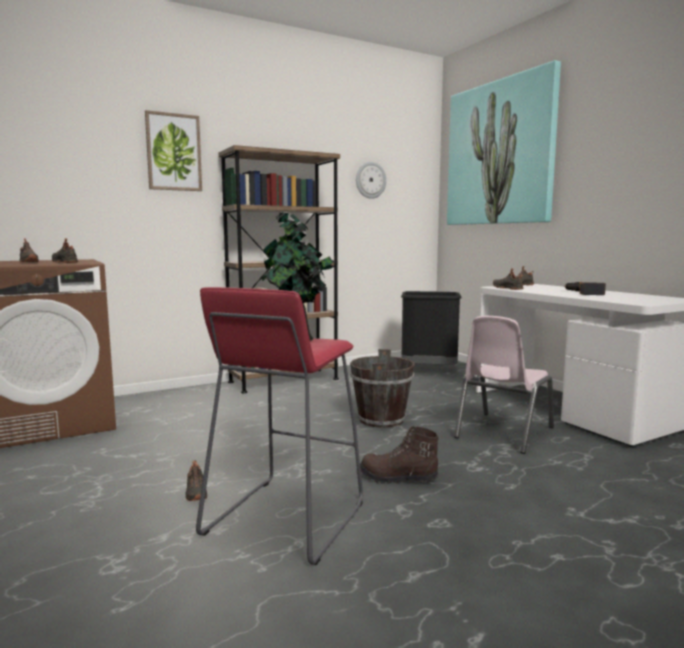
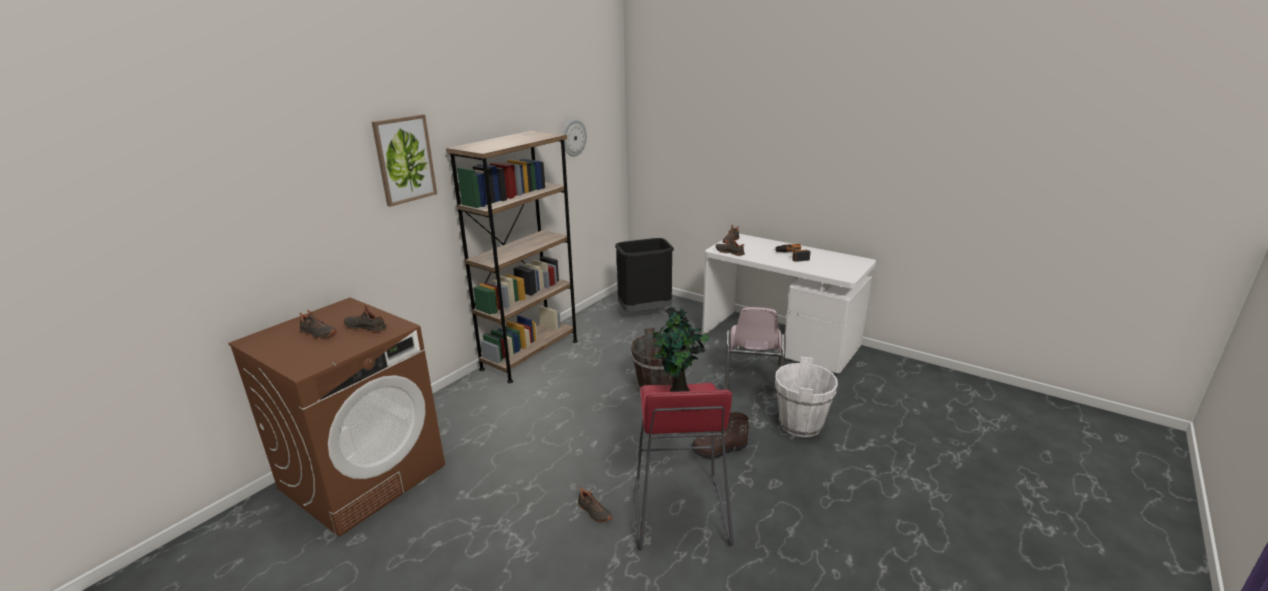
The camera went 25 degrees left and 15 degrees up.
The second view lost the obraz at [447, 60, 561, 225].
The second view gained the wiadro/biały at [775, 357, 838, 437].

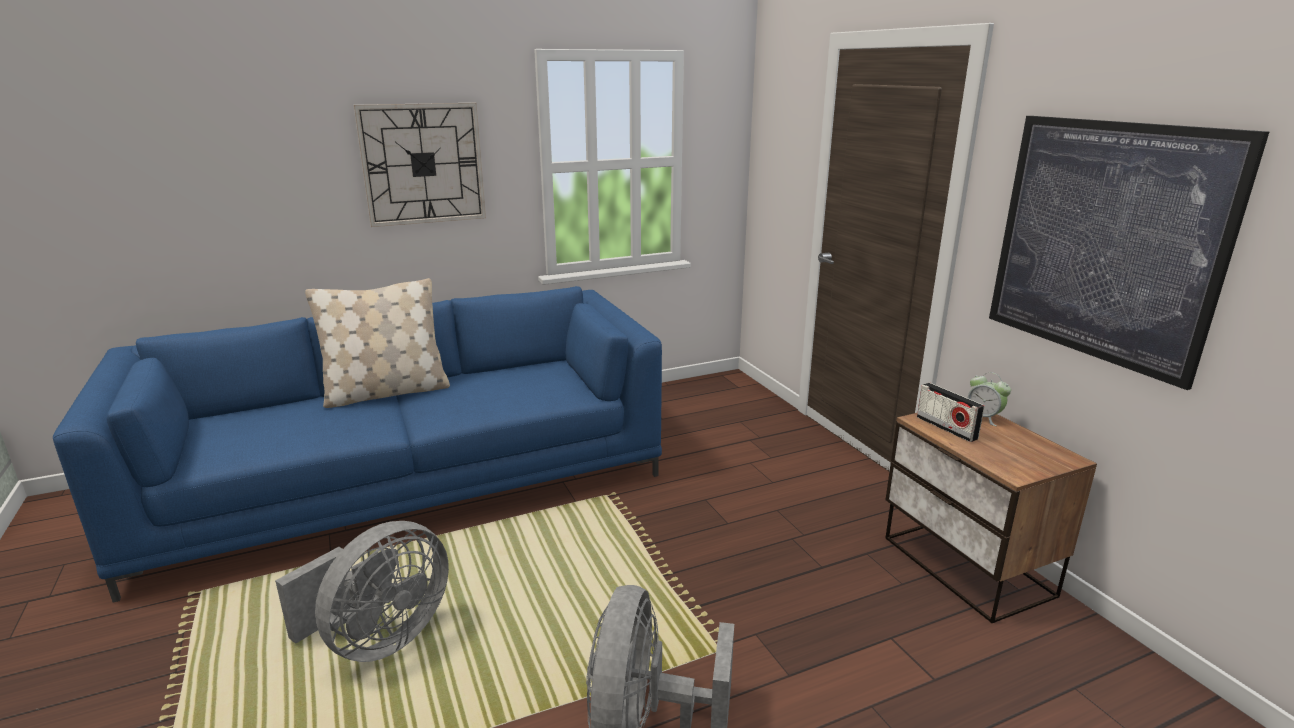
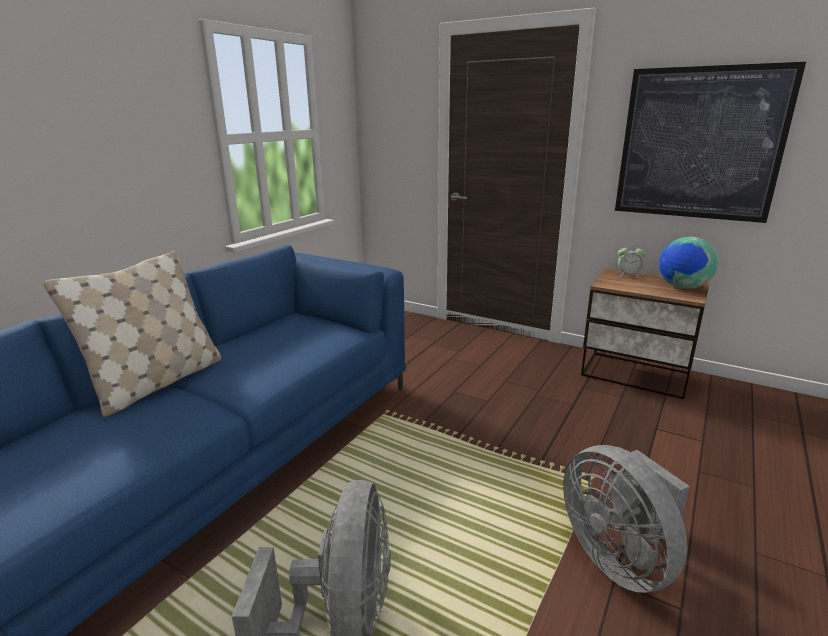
The camera went 35 degrees left and 0 degrees up.
The second view lost the zegar ścienny at [354, 103, 486, 227].
The second view lost the radio at [917, 383, 984, 442].
The second view gained the globus at [659, 237, 718, 289].

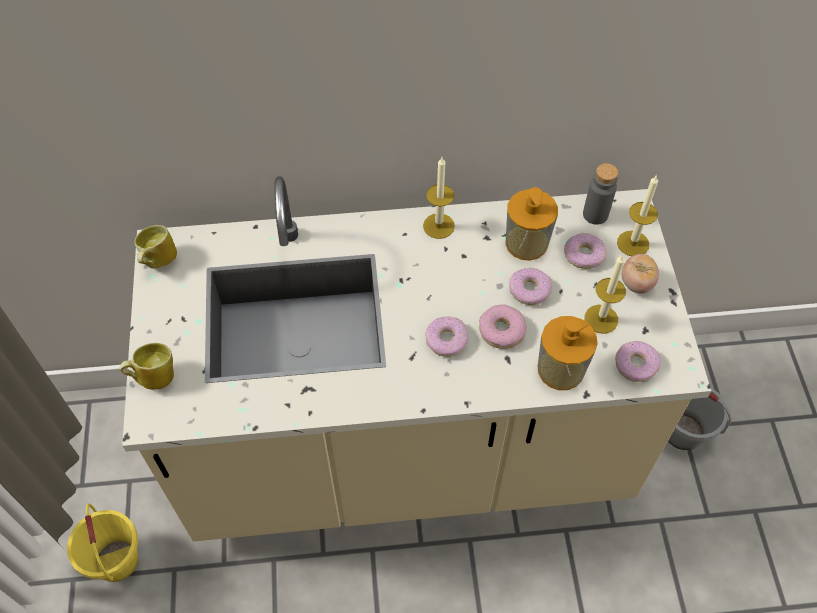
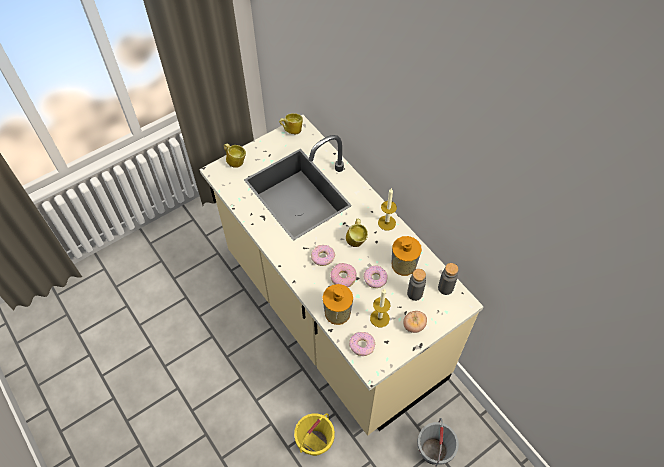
The camera went 60 degrees right and 0 degrees up.
The second view lost the świeca at [617, 175, 658, 256].
Where the donut stood at [564, 233, 607, 269], the butelka/szary came to stand at [407, 269, 426, 301].
The wiadro/żółty ended up elsewhere, having gone from [67, 503, 138, 582] to [294, 413, 335, 456].
The second view gained the kubek at [346, 218, 368, 247].

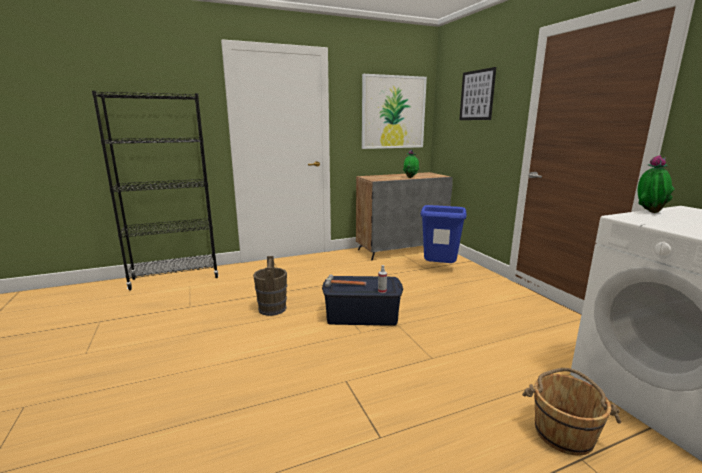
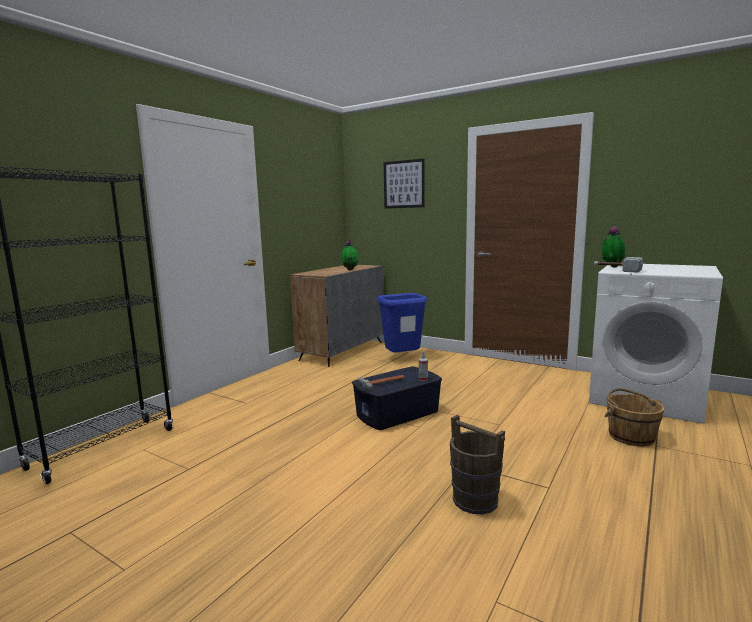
The camera went 35 degrees left and 5 degrees down.
The second view lost the obraz at [362, 74, 427, 149].
The wiadro/brązowy ended up elsewhere, having gone from [253, 256, 287, 316] to [450, 415, 505, 514].
The second view gained the młotek at [594, 257, 643, 273].

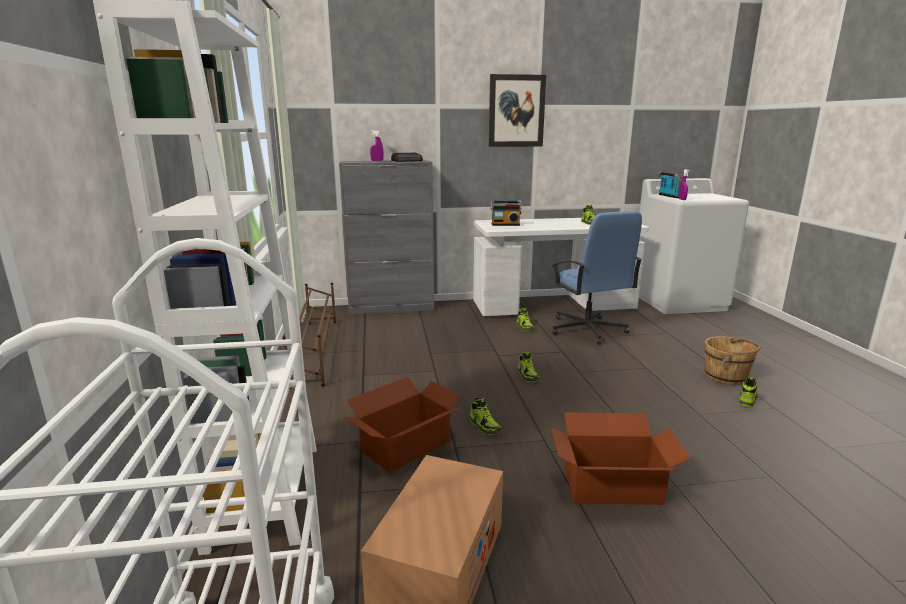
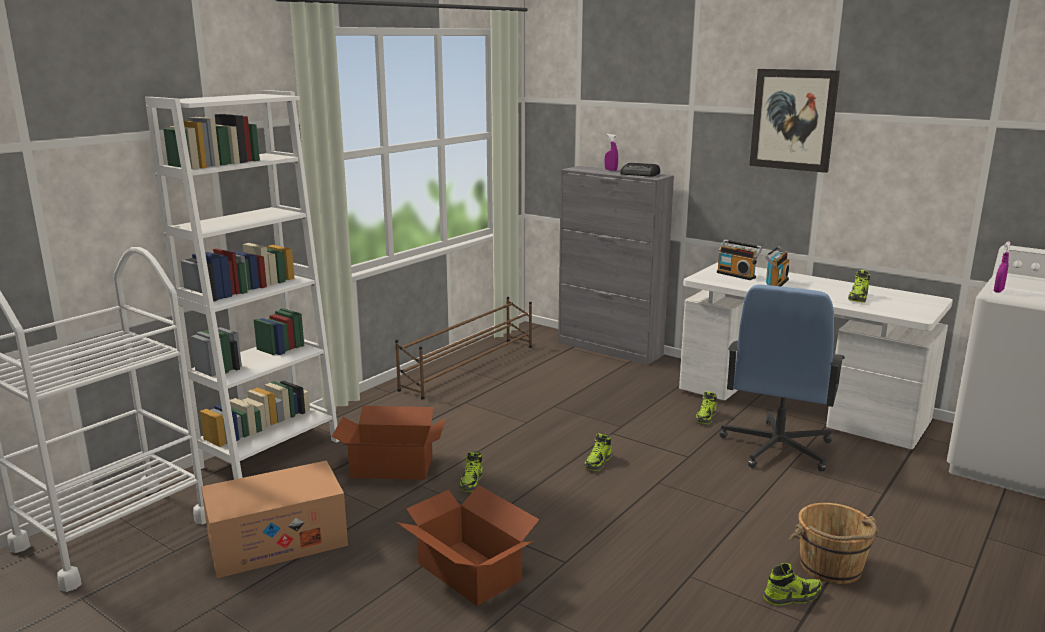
The camera went 45 degrees right and 0 degrees up.
The radio ended up elsewhere, having gone from [658, 172, 682, 198] to [764, 246, 789, 286].

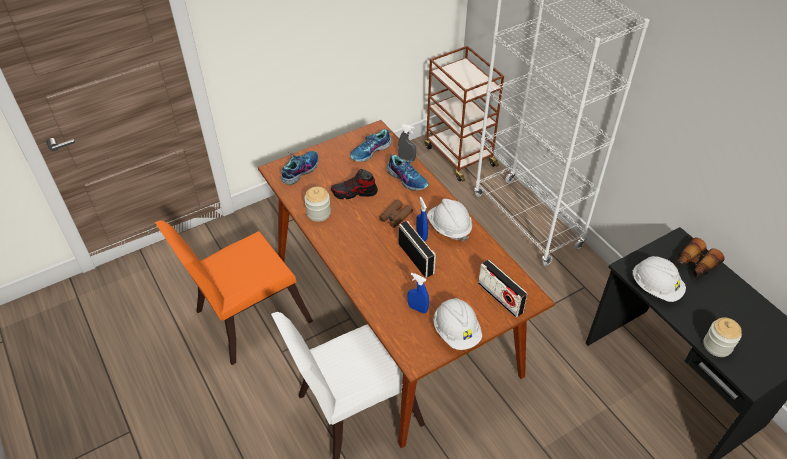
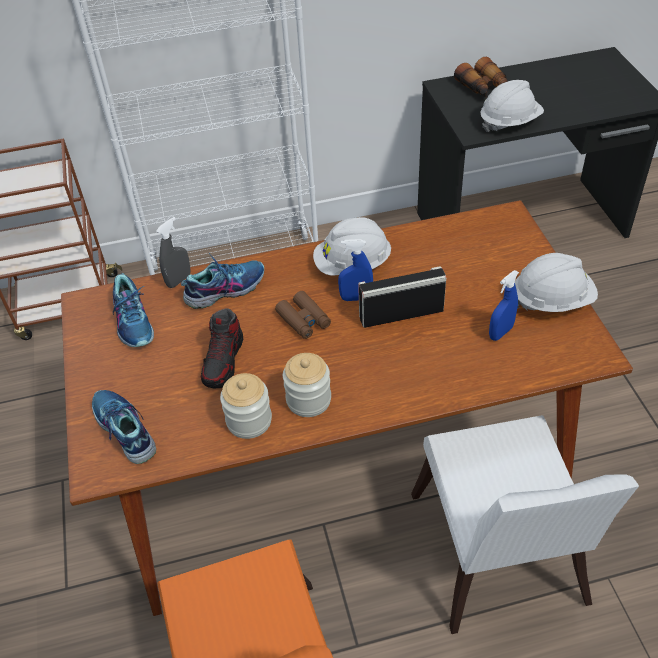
The camera went 70 degrees left and 0 degrees up.
The second view lost the radio at [478, 259, 528, 317].
The słoik ended up elsewhere, having gone from [703, 317, 742, 357] to [283, 353, 331, 417].

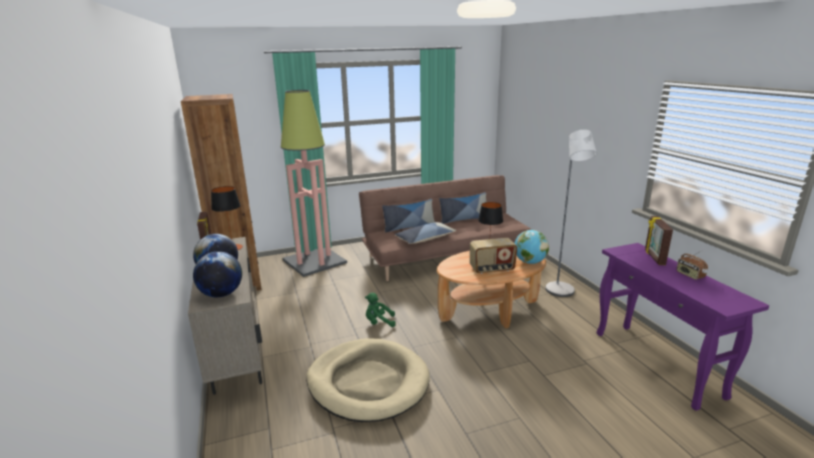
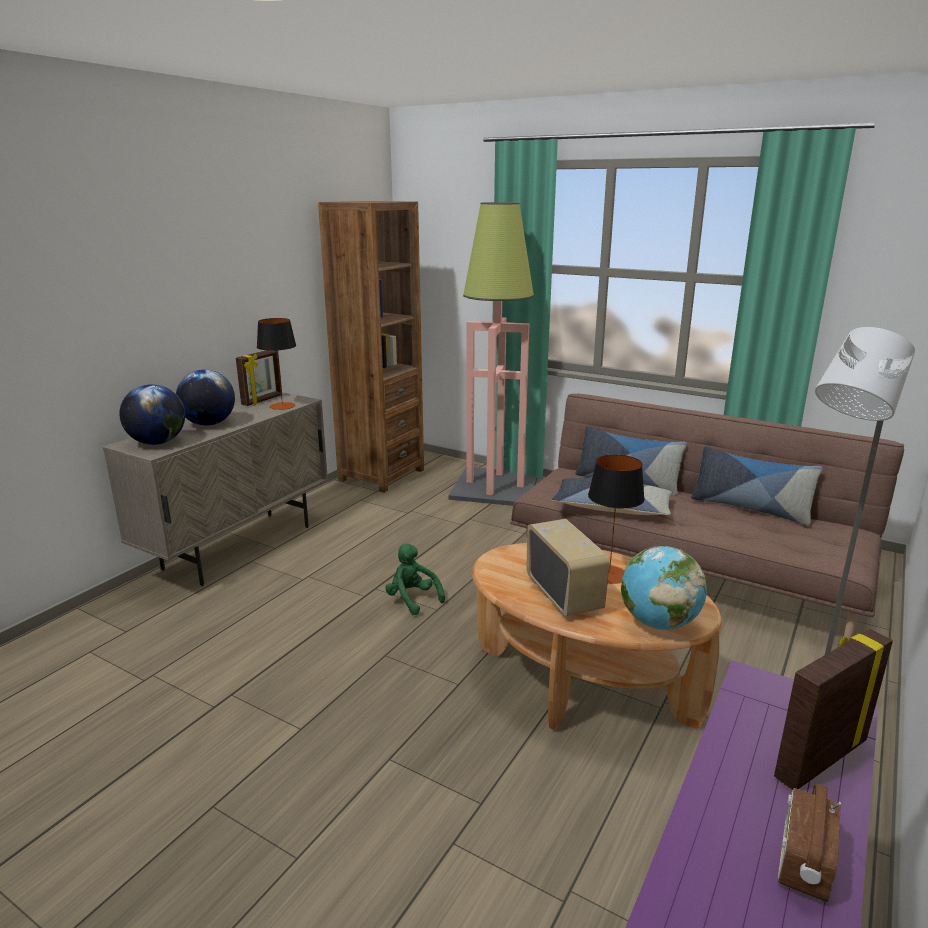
The camera went 50 degrees right and 0 degrees up.
The radio at [470, 238, 517, 274] ended up facing another way, 150 degrees counterclockwise from before.
The second view lost the legowisko/beżowy at [306, 338, 430, 422].

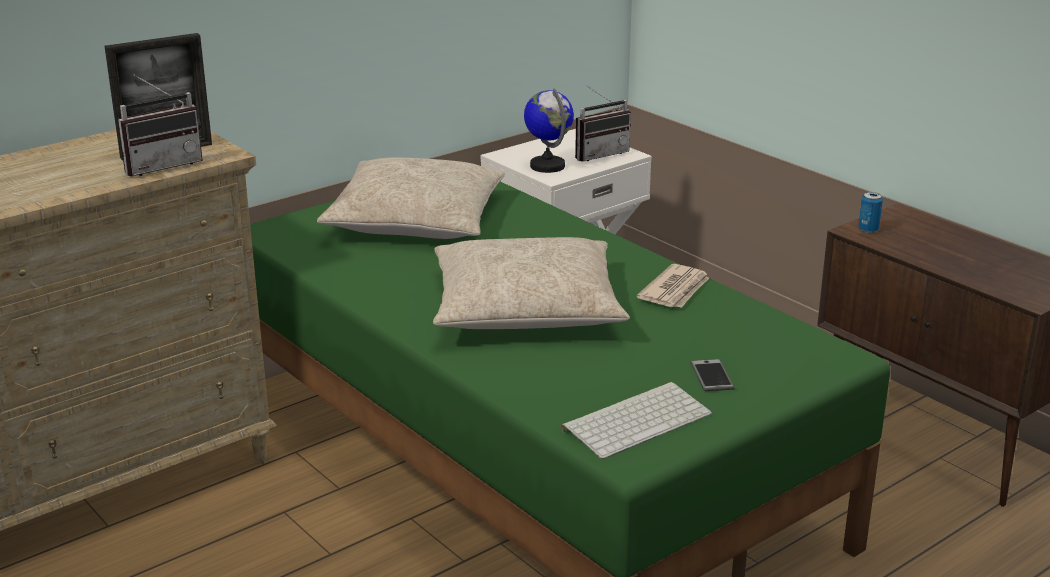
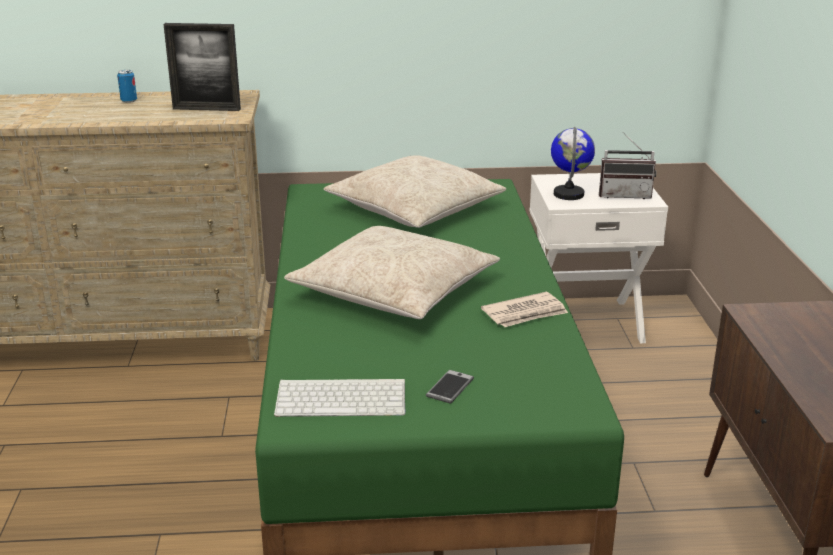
The camera went 35 degrees right and 0 degrees up.
The second view lost the radio at [118, 75, 203, 177].
The puszka ended up elsewhere, having gone from [858, 192, 883, 233] to [117, 70, 137, 103].

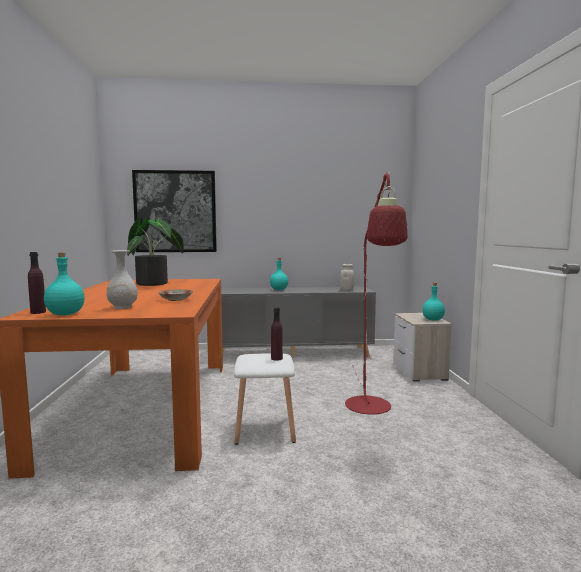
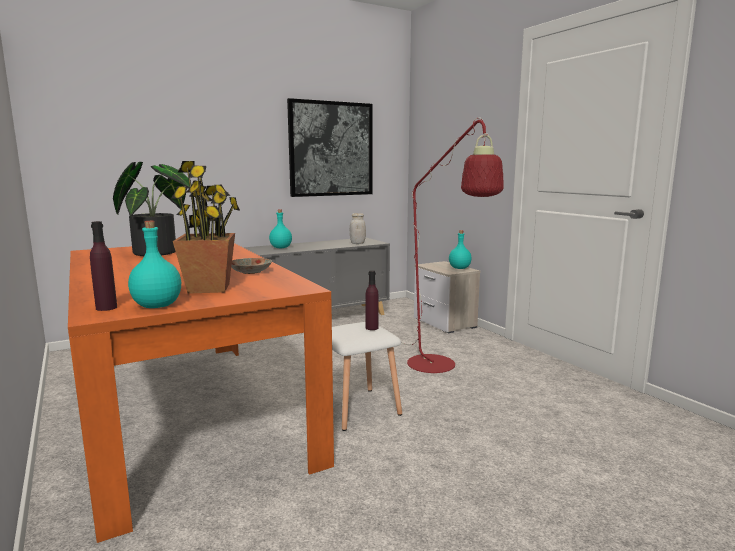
The camera went 25 degrees left and 5 degrees up.
The obraz ended up elsewhere, having gone from [132, 170, 217, 252] to [287, 98, 373, 197].
Where the wazon/biały stood at [106, 250, 138, 309], the roślina doniczkowa came to stand at [171, 161, 240, 294].

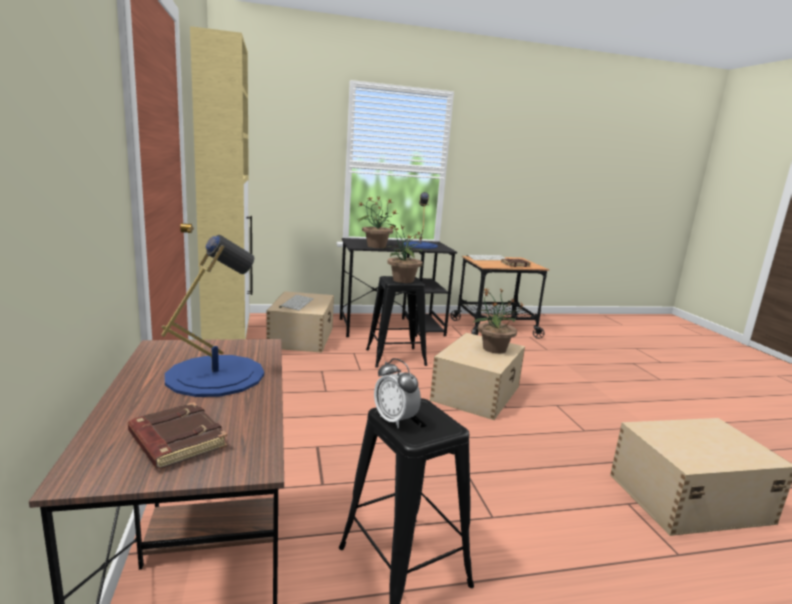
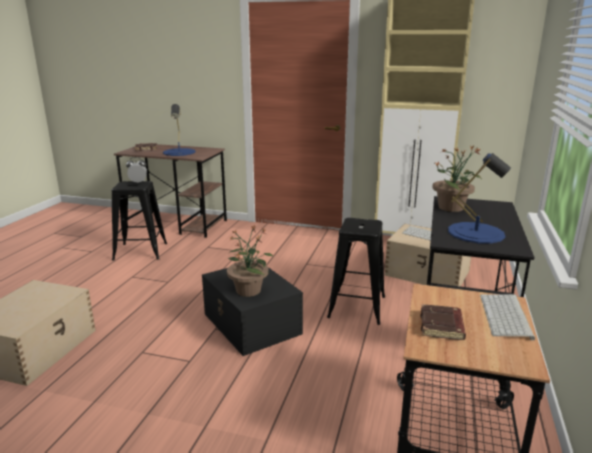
The camera went 120 degrees right and 5 degrees up.
The second view lost the roślina doniczkowa at [384, 226, 423, 283].
What was the pojemnik do przechowywania/beżowy at [430, 333, 525, 420] turned into the pojemnik do przechowywania/czarny at [202, 260, 303, 356].

